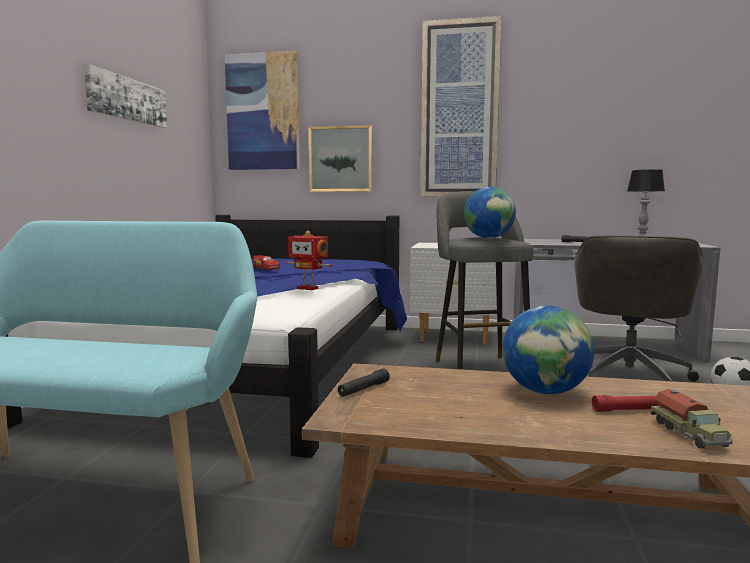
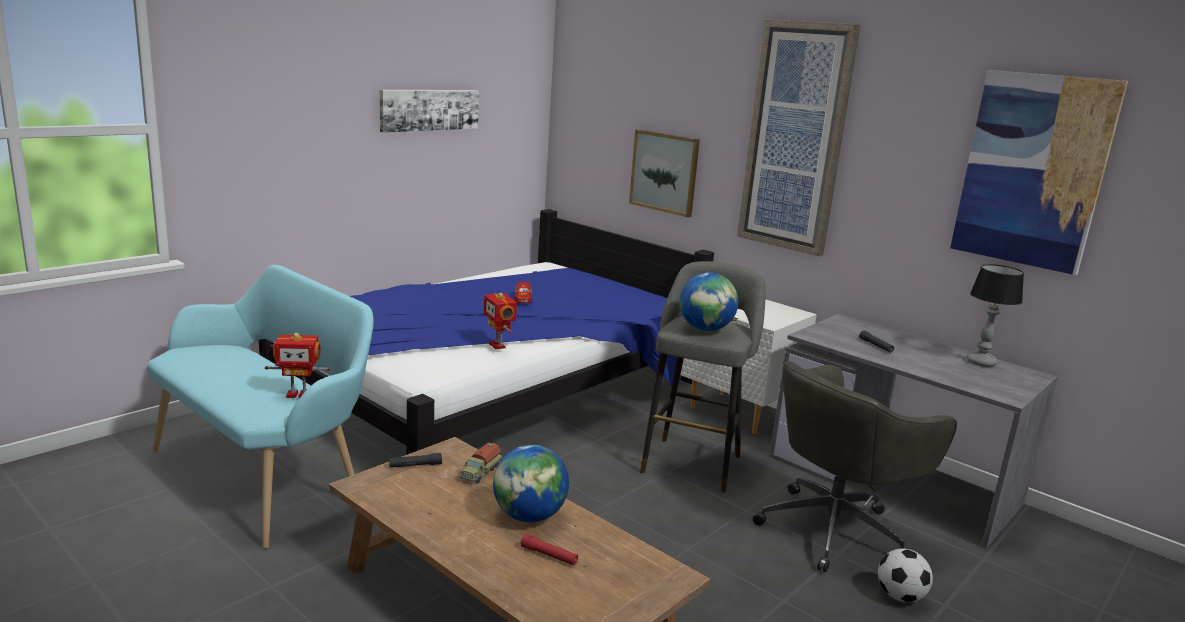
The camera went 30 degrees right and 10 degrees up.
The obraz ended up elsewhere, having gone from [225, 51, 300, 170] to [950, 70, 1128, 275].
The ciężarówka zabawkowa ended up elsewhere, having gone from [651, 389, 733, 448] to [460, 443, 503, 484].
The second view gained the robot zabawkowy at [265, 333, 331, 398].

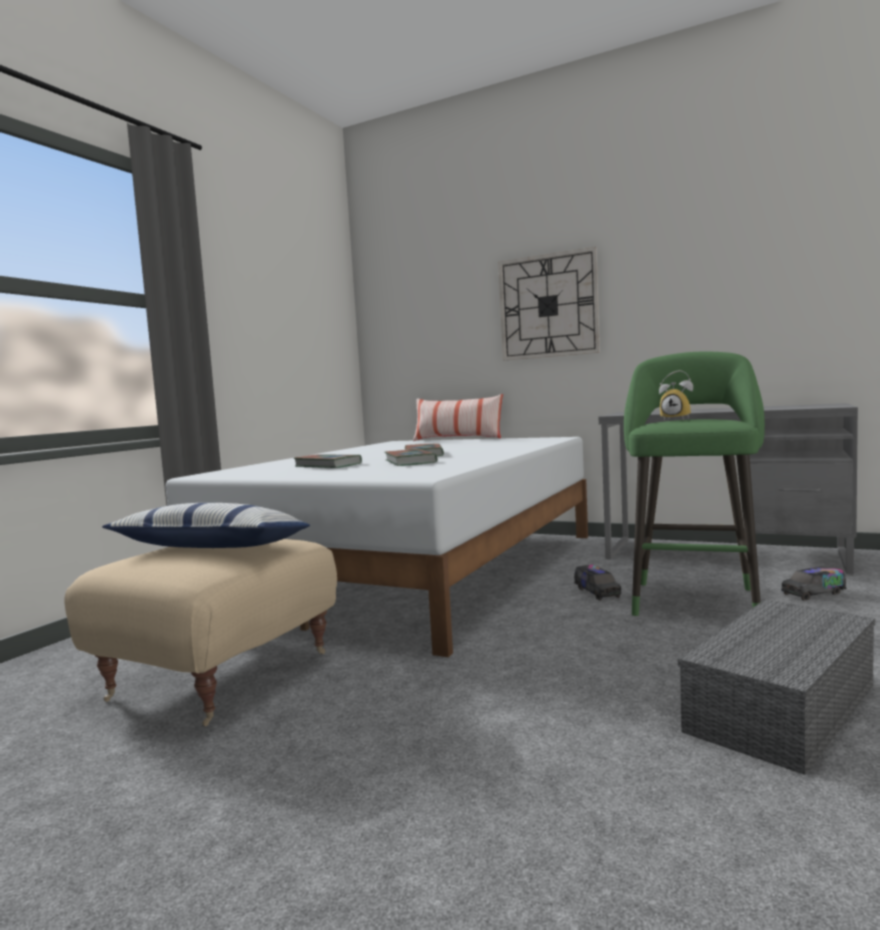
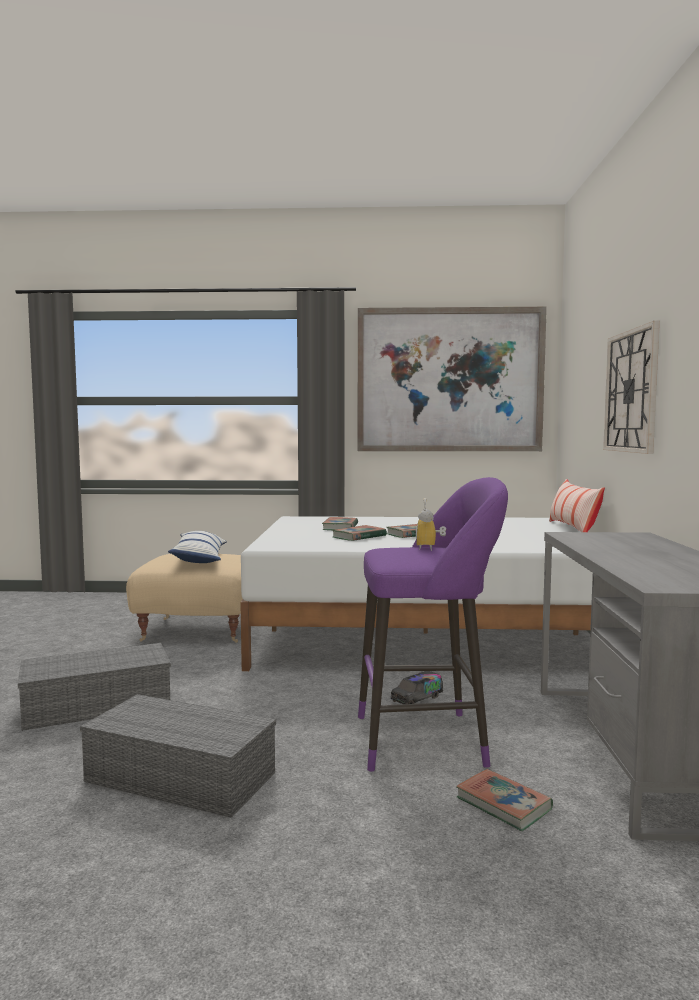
The camera went 65 degrees right and 0 degrees up.
What was the stołek/zielony at [624, 352, 765, 616] turned into the stołek/fioletowy at [358, 477, 508, 772].
Where the ciężarówka zabawkowa stood at [781, 566, 847, 601], the książka came to stand at [456, 769, 553, 831].
The second view gained the obraz at [358, 307, 547, 451].
The second view gained the pojemnik do przechowywania/szary at [18, 643, 171, 731].

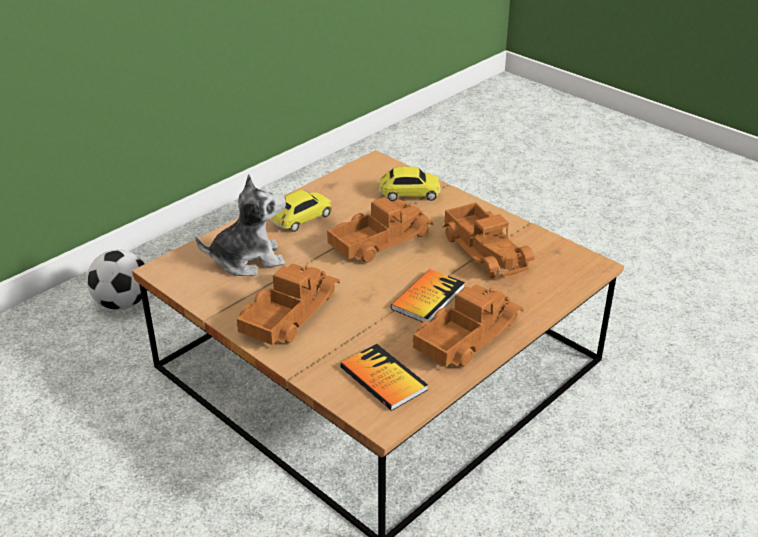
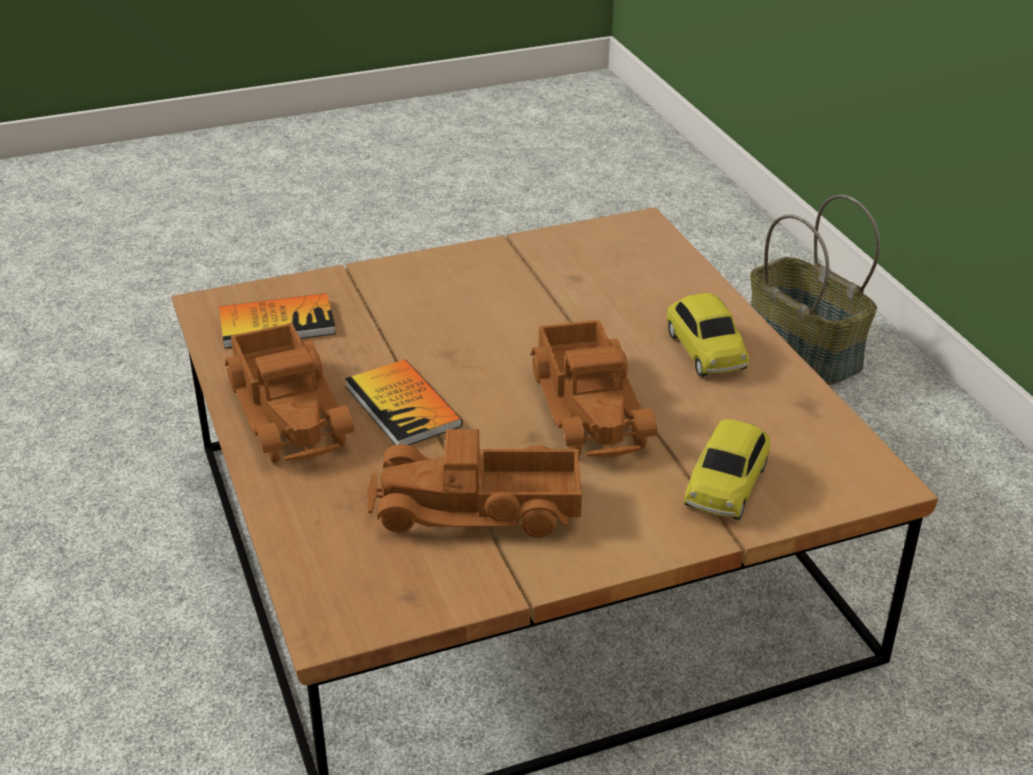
The camera went 115 degrees right and 0 degrees up.
The second view lost the pluszak at [196, 175, 286, 276].
Where the piłka futbolowa stood at [86, 249, 145, 310], the koszyk came to stand at [750, 195, 880, 385].
The second view lost the ciężarówka zabawkowa at [236, 264, 340, 345].

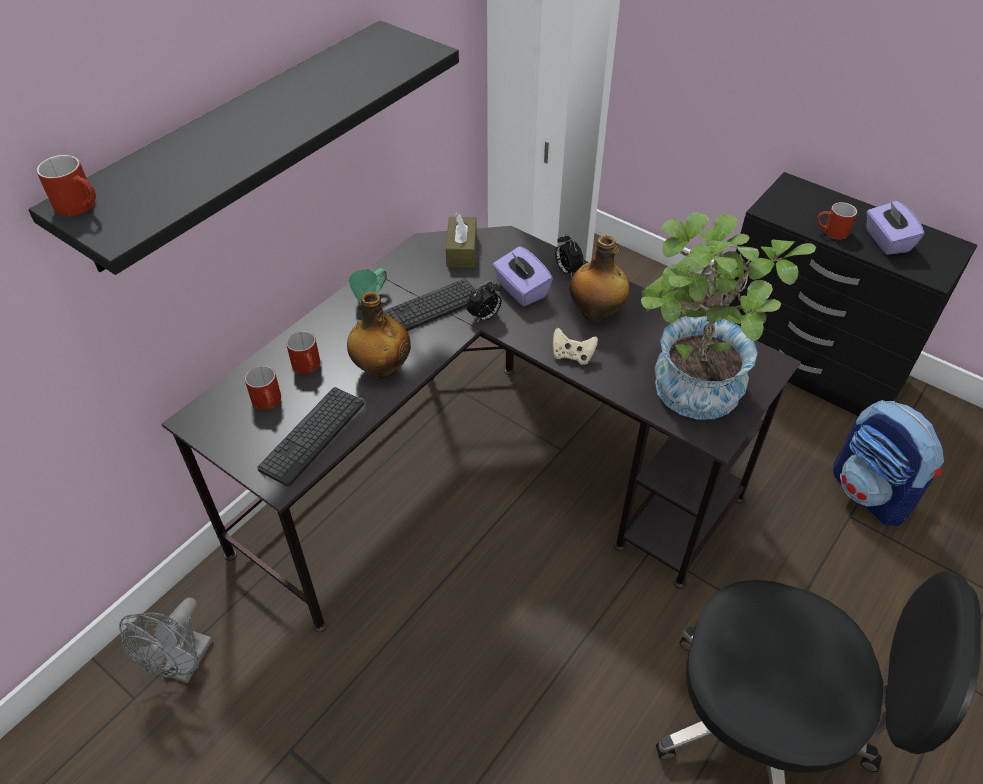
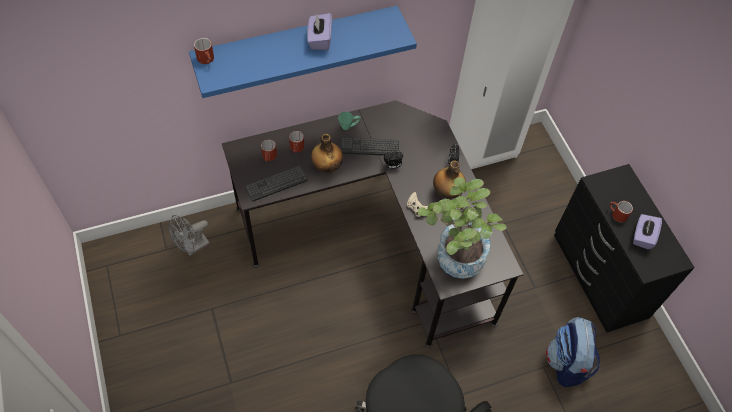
The camera went 30 degrees right and 10 degrees up.
What was the półka/czarny at [28, 21, 459, 275] turned into the półka/niebieski at [189, 6, 417, 98].
The second view lost the pudełko chusteczek/brązowy at [446, 213, 477, 268].
The pudełko chusteczek/fioletowy ended up elsewhere, having gone from [493, 246, 553, 306] to [307, 13, 332, 50].

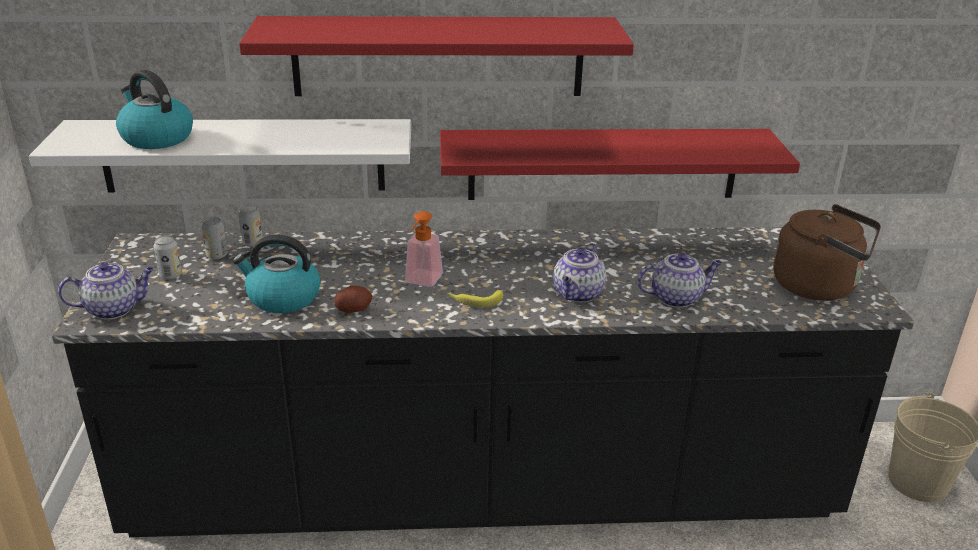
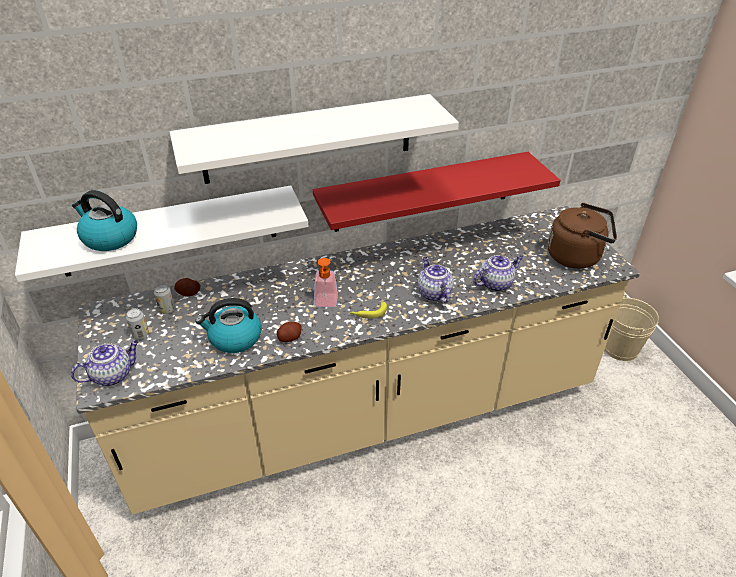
The camera went 15 degrees left and 10 degrees up.
What was the półka/czerwony at [239, 16, 634, 96] turned into the półka/biały at [170, 94, 459, 184].
Where the puszka stood at [238, 206, 263, 247], the ziemniak came to stand at [175, 278, 200, 296].
What was the zabudowa kuchenna/czarny at [52, 227, 914, 537] turned into the zabudowa kuchenna/beżowy at [76, 206, 640, 515].
The imbryk at [553, 243, 607, 302] ended up facing another way, 150 degrees clockwise from before.

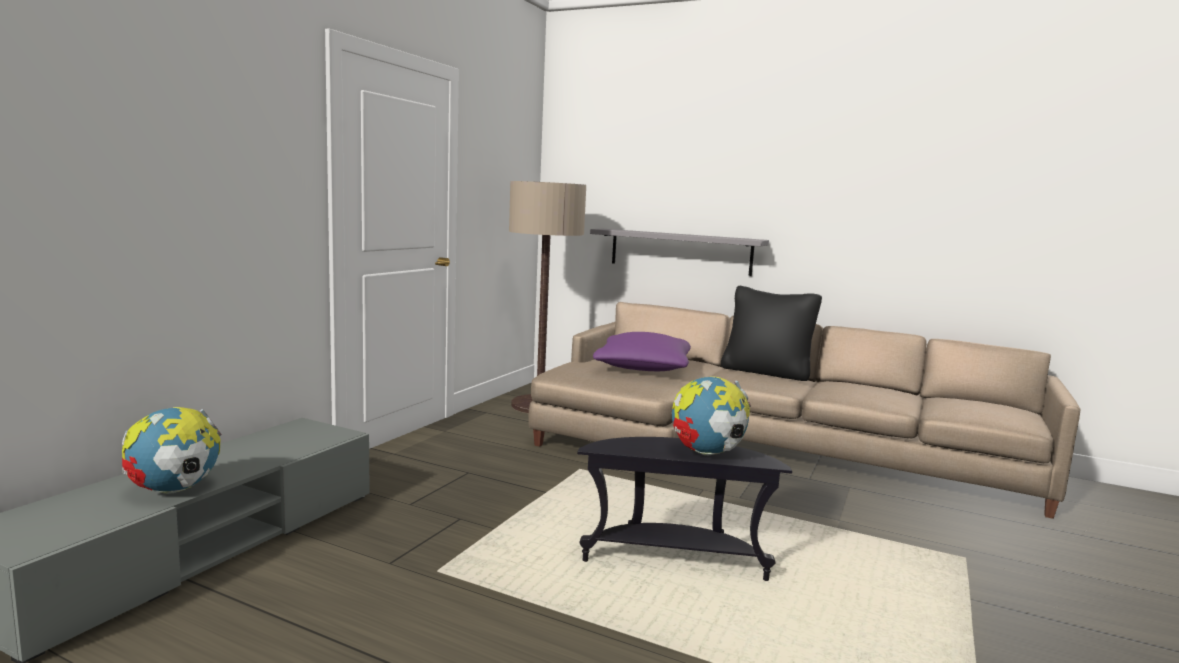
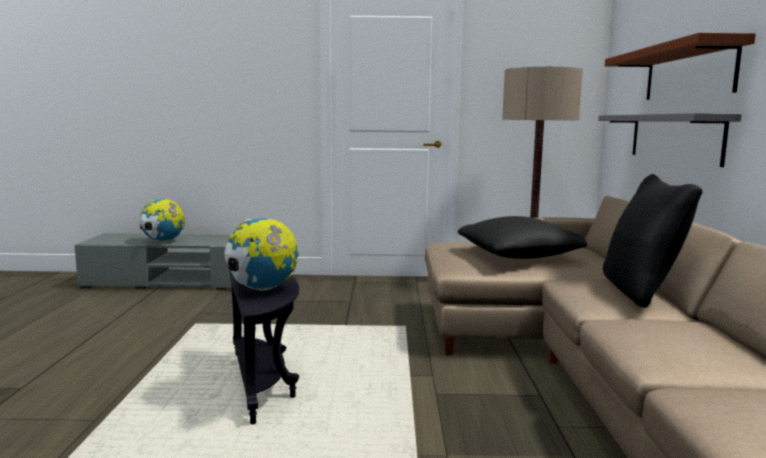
The camera went 65 degrees right and 0 degrees up.
What was the poduszka/fioletowy at [593, 332, 691, 371] turned into the poduszka/czarny at [458, 216, 587, 259].
The second view gained the półka/brązowy at [605, 33, 756, 100].

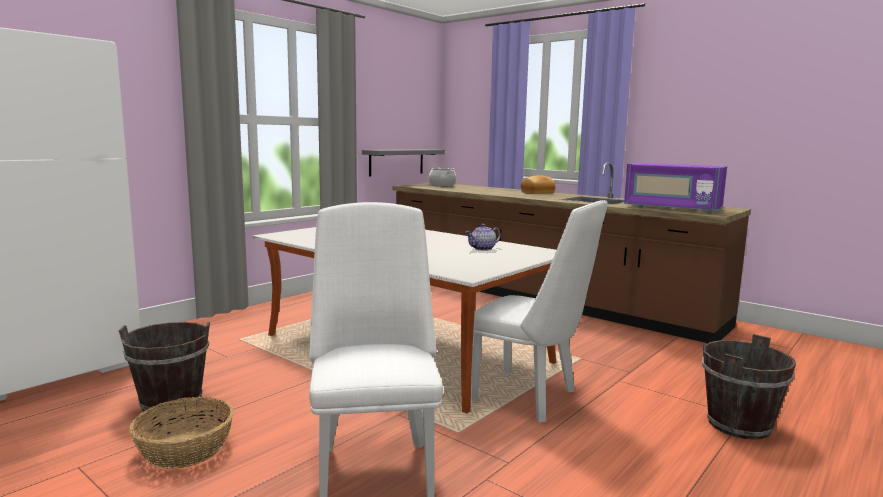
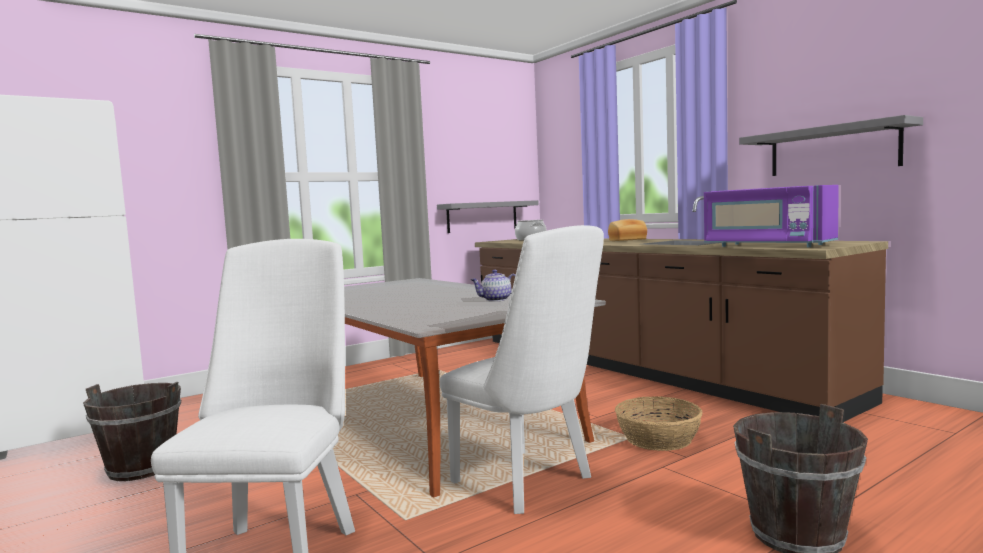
The camera went 15 degrees right and 5 degrees down.
The koszyk ended up elsewhere, having gone from [129, 397, 234, 469] to [615, 397, 702, 451].
The second view gained the półka/szary at [739, 115, 923, 176].

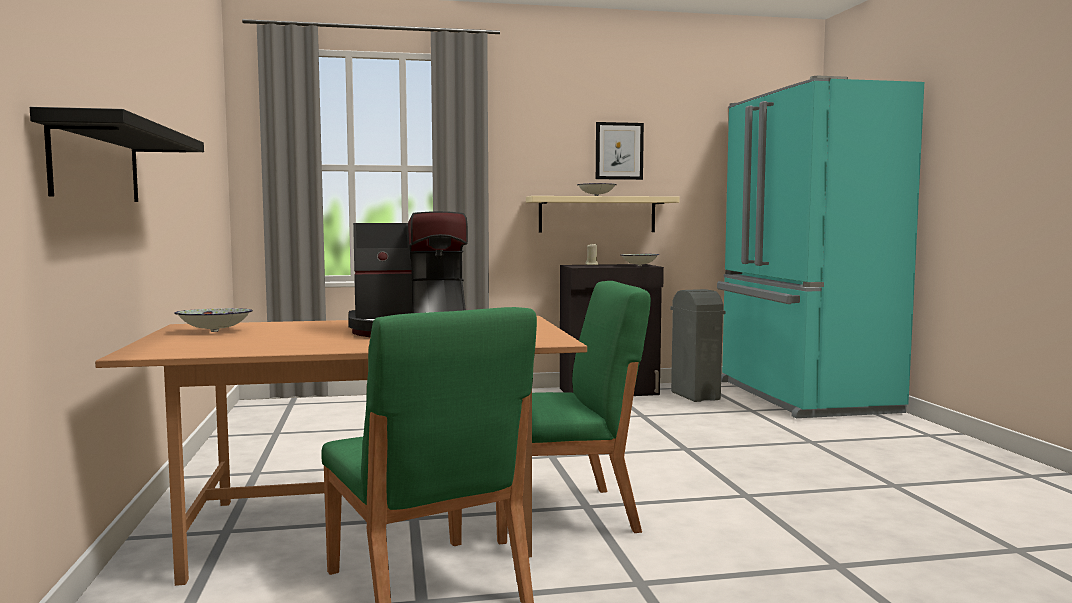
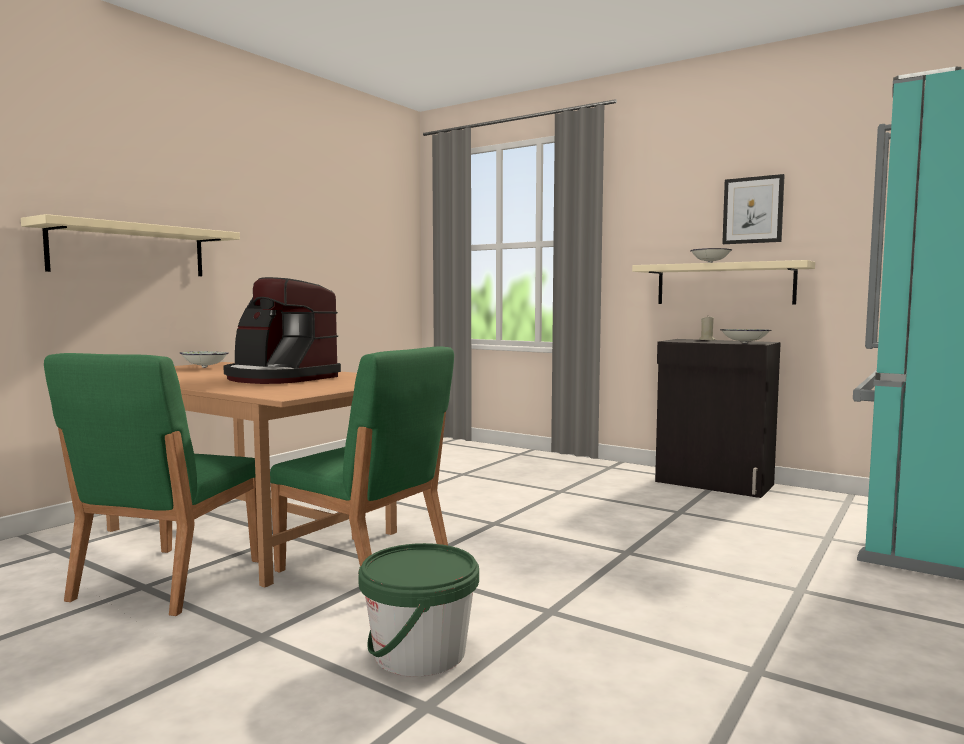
The camera went 45 degrees right and 0 degrees up.
What was the półka/czarny at [30, 107, 204, 202] turned into the półka/beżowy at [21, 214, 240, 276].
The second view lost the kosz na śmieci/szary at [670, 289, 725, 402].
The second view gained the wiadro/zielony at [358, 543, 479, 677].

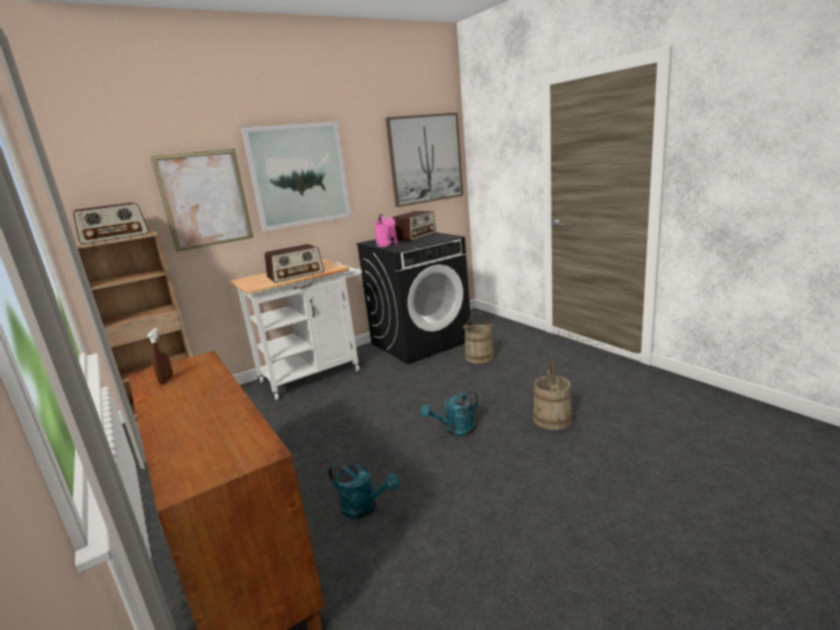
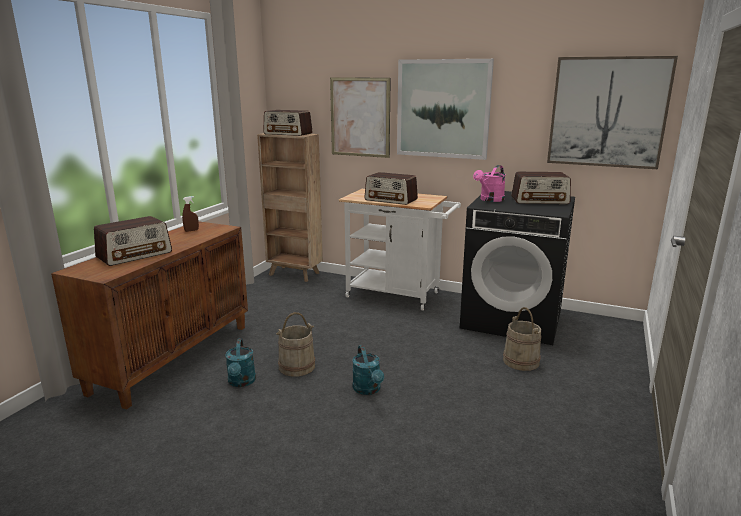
The camera went 55 degrees right and 0 degrees up.
The wiadro/beżowy ended up elsewhere, having gone from [533, 361, 573, 430] to [276, 312, 315, 377].
The konewka/turkusowy at [421, 389, 478, 436] ended up facing another way, 135 degrees counterclockwise from before.
The second view gained the radio at [94, 216, 172, 266].

